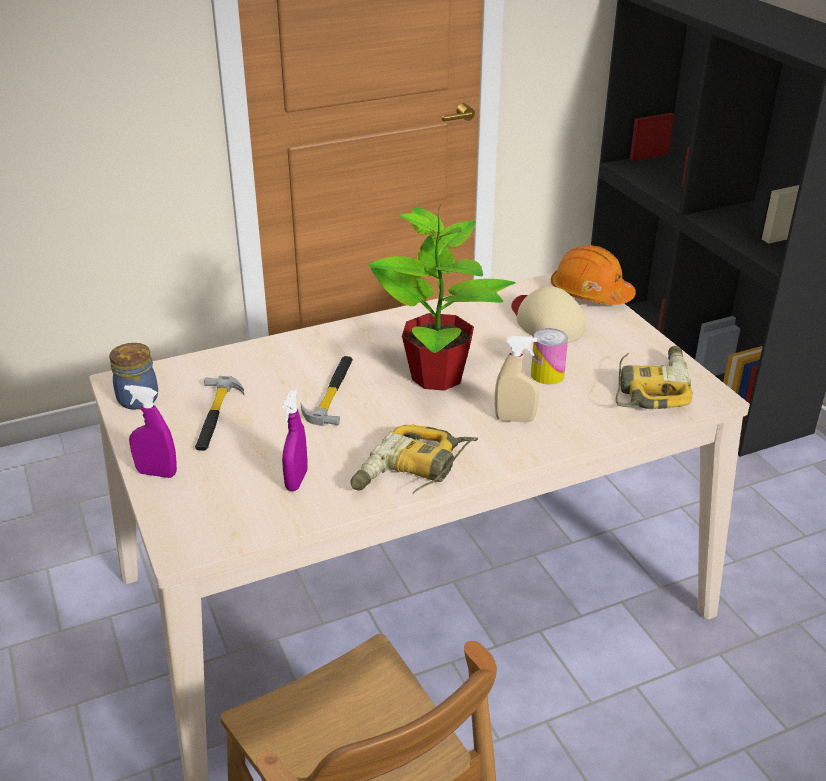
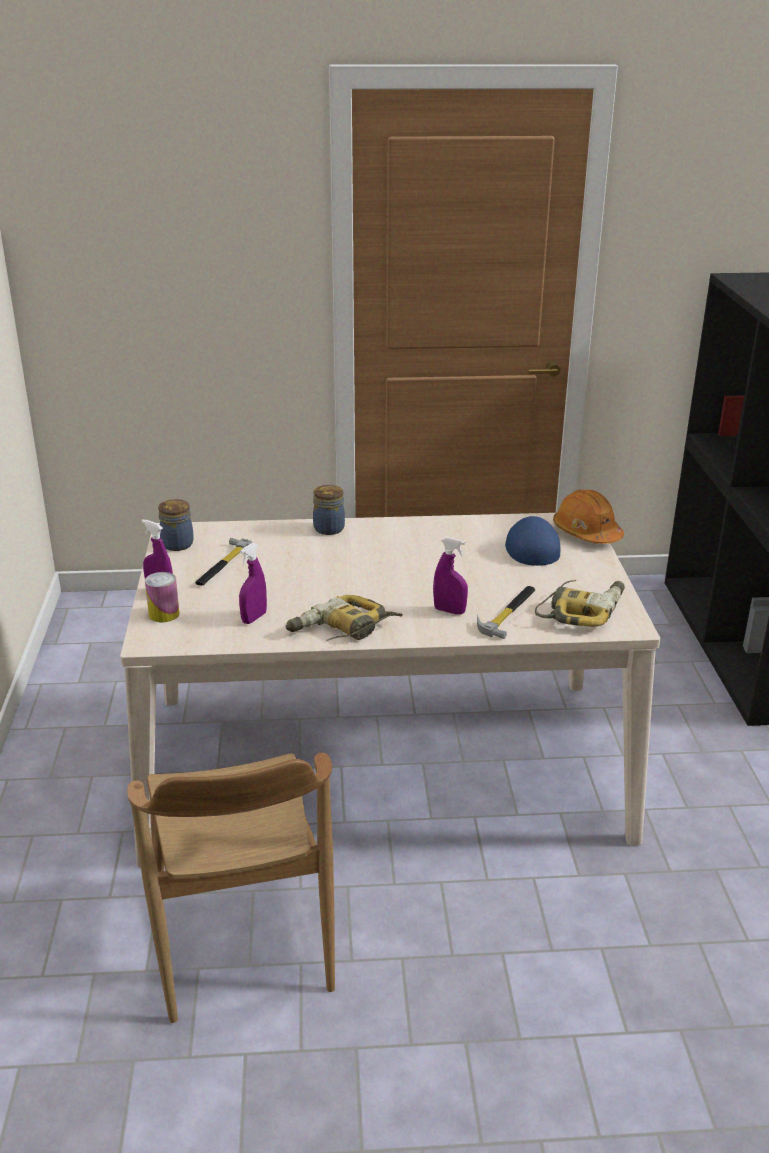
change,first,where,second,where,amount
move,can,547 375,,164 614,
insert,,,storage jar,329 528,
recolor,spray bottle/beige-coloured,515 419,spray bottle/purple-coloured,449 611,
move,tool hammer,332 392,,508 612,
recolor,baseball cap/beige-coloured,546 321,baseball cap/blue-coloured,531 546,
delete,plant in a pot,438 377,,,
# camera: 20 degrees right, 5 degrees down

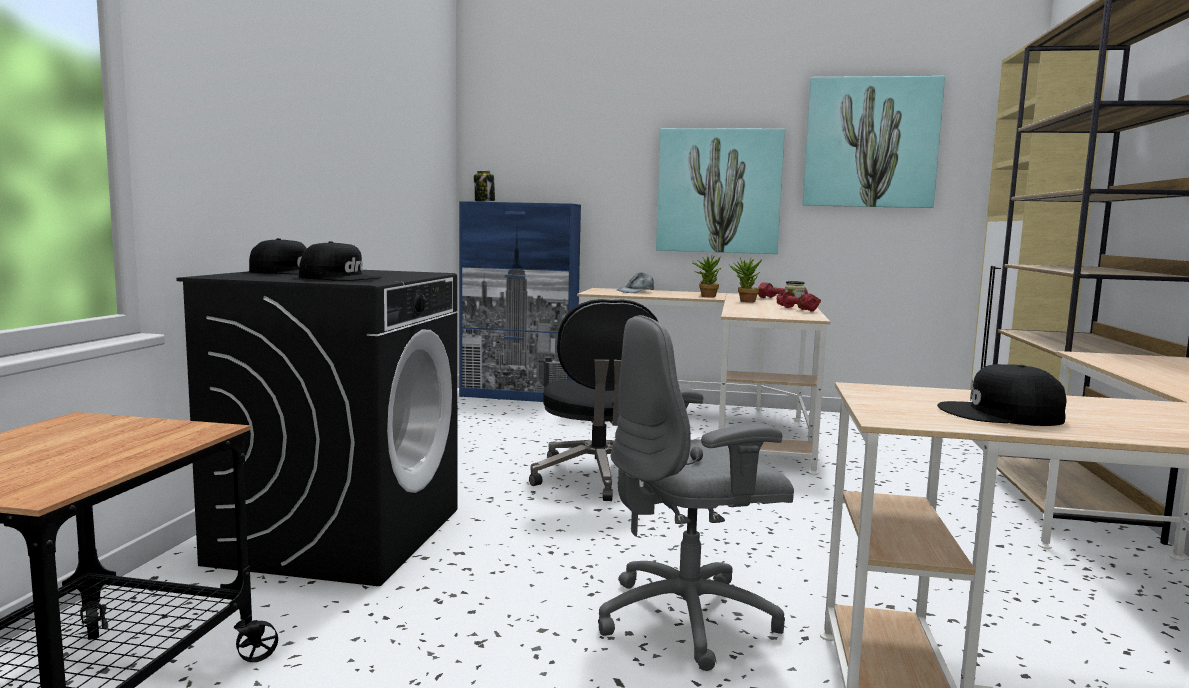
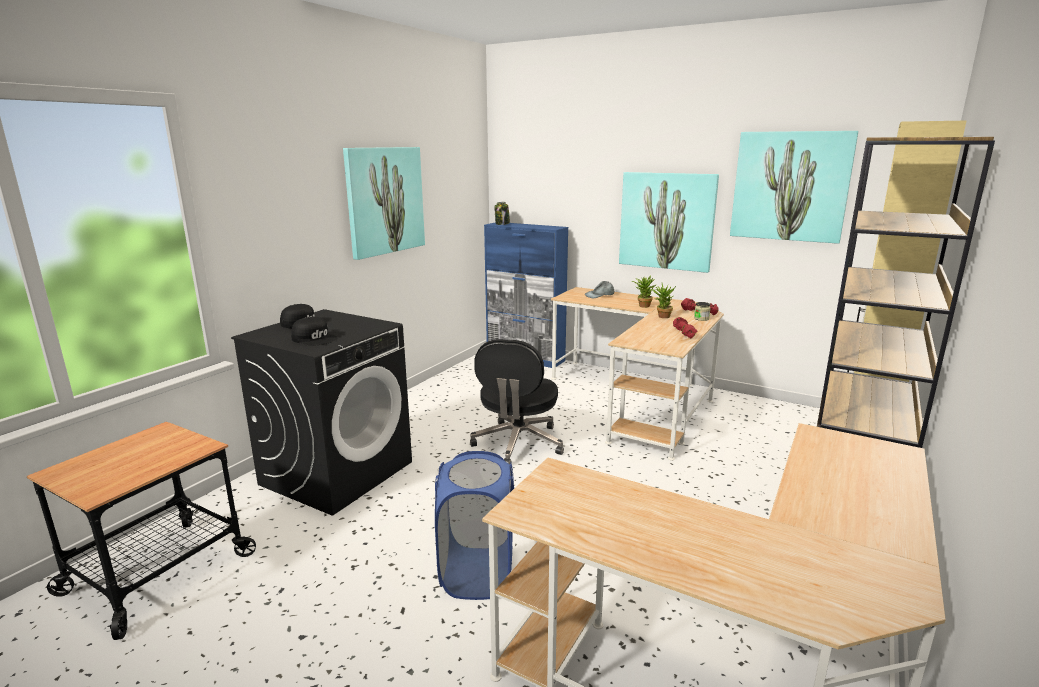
change,first,where,second,where,amount
insert,,,wall art,384 200,
replace,office chair/greyish,690 619,washing basket/blue-coloured,477 573,
delete,baseball cap/black-coloured,1001 414,,,
# camera: 20 degrees right, 10 degrees up

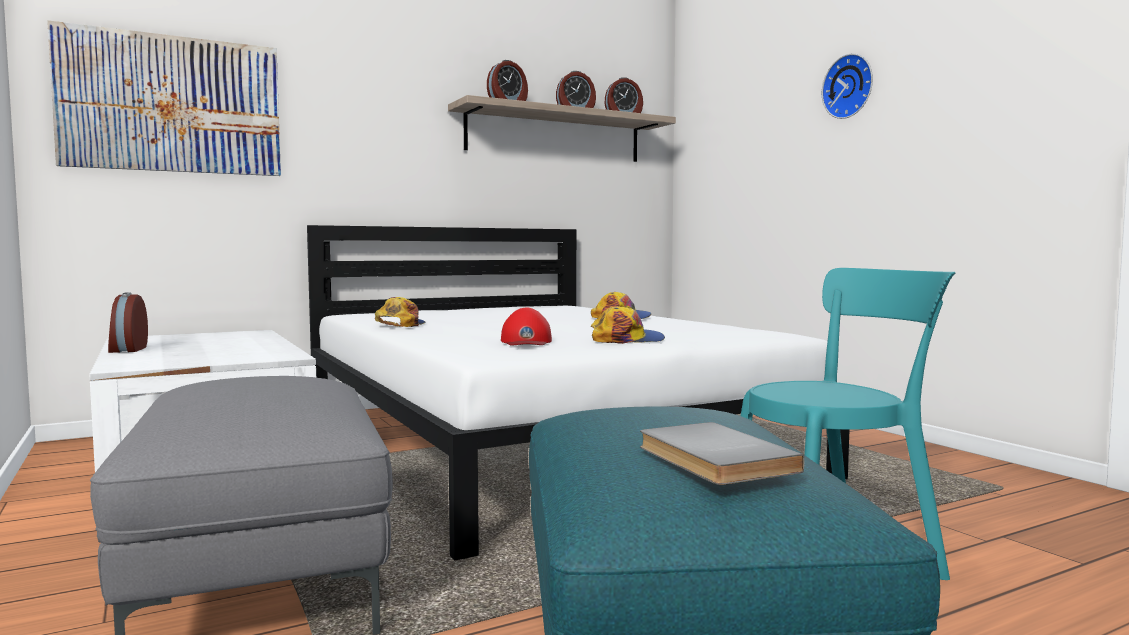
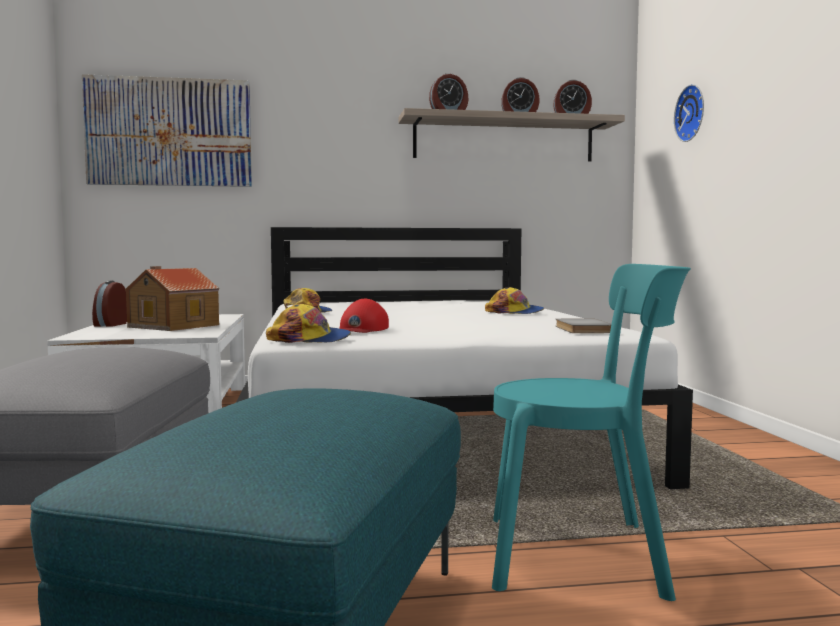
change,first,where,second,where,amount
insert,,,toy house,171 326,
move,baseball cap,627 340,,310 339,
move,volume/greyish,710 459,,581 329,
move,hanging clock,850 87,,692 113,
# camera: 20 degrees right, 0 degrees up

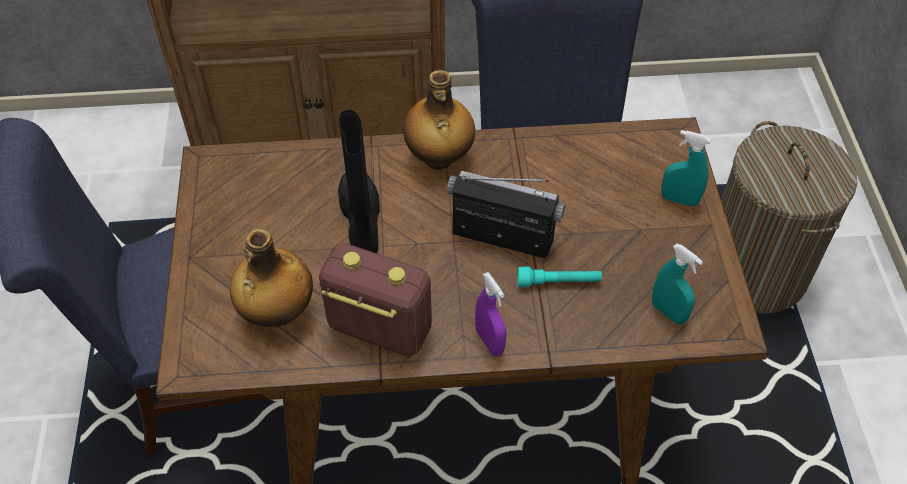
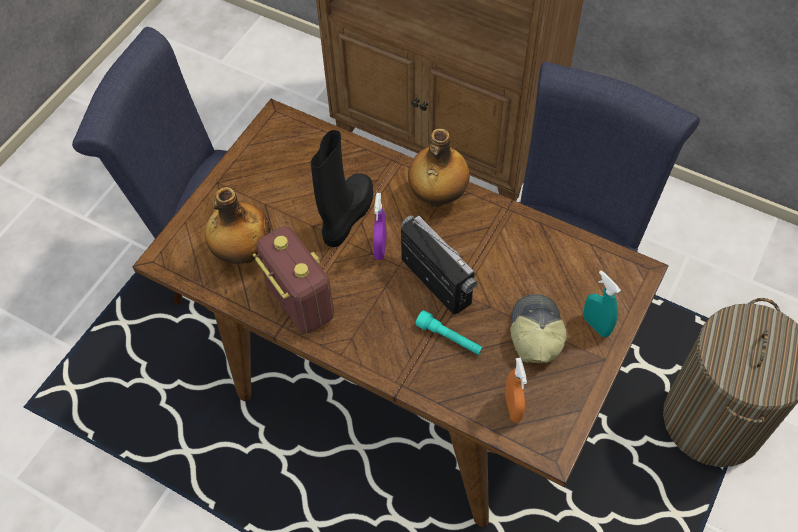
change,first,where,second,where,amount
move,spray bottle/purple-coloured,489 341,,380 248,
recolor,spray bottle/turquoise-coloured,668 312,spray bottle/orange,513 407,
insert,,,baseball cap,535 333,
# camera: 35 degrees right, 5 degrees up

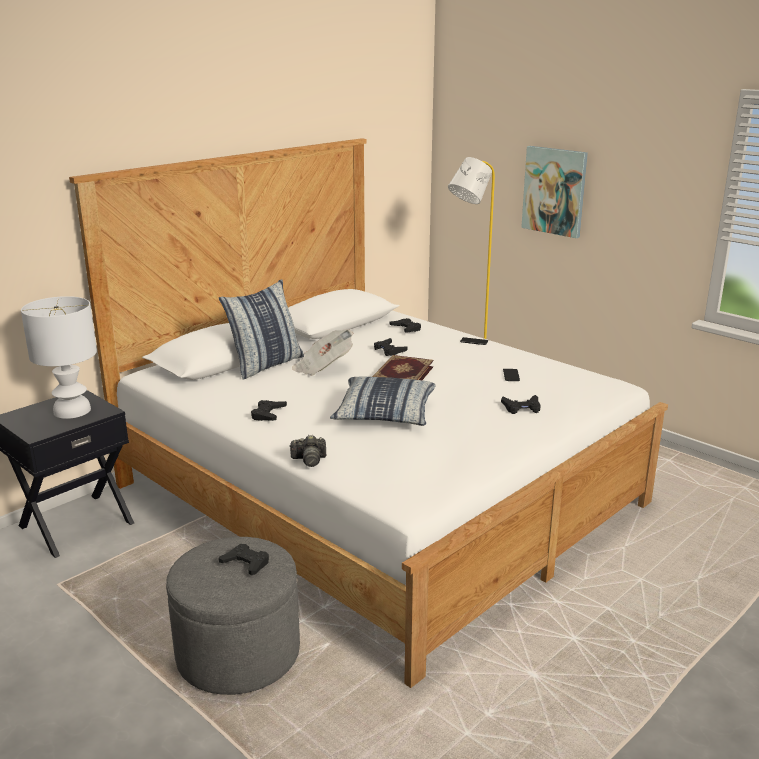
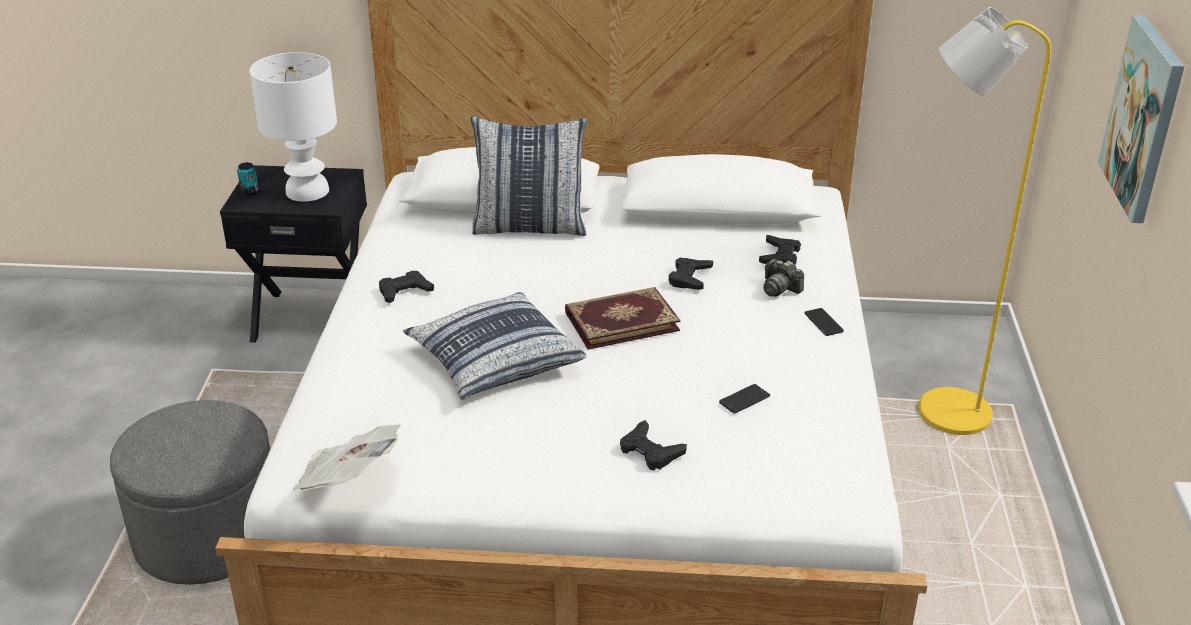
change,first,where,second,where,amount
insert,,,can,250 192,
move,daily paper,323 368,,349 480,
move,still camera,309 460,,779 288,
delete,game controller/black-coloured,246 563,,,
# camera: 50 degrees right, 10 degrees up

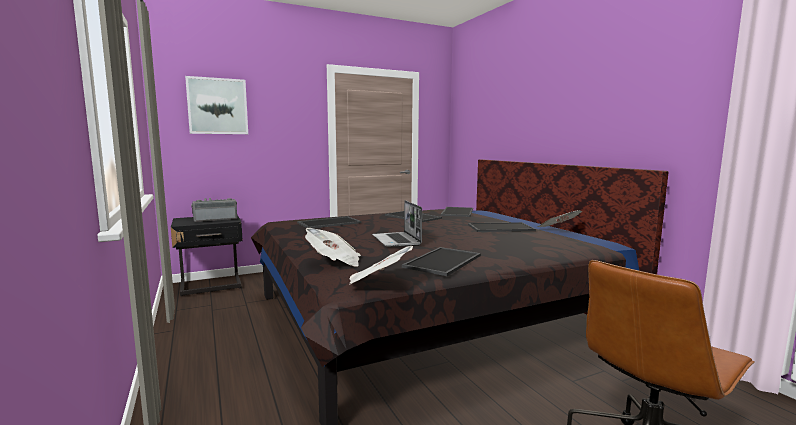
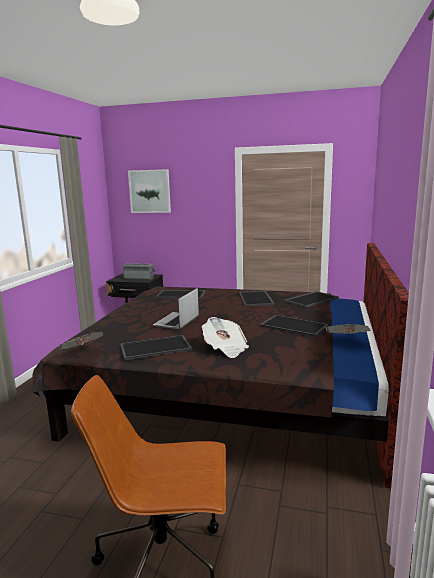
change,first,where,second,where,amount
move,daily paper,334 262,,225 349,
# camera: 40 degrees right, 5 degrees up

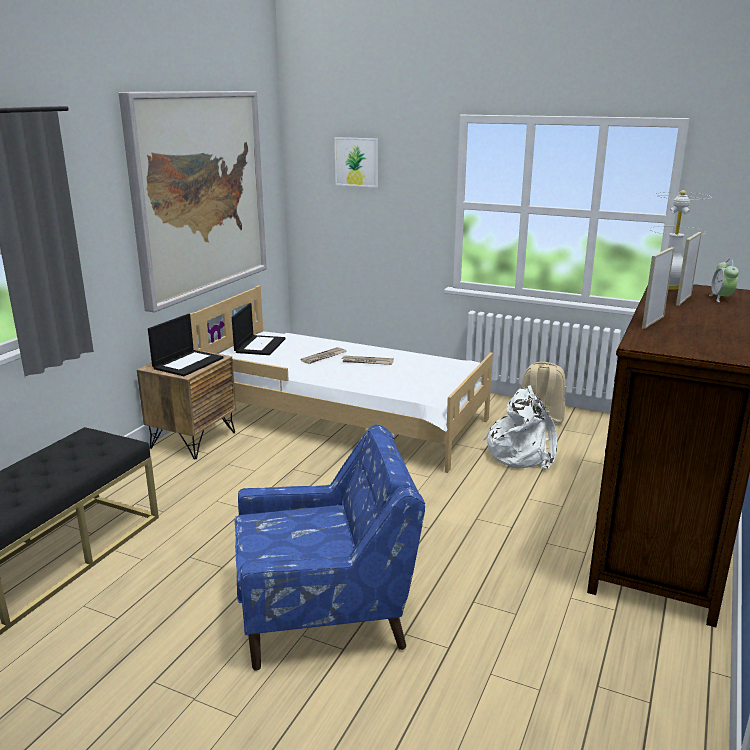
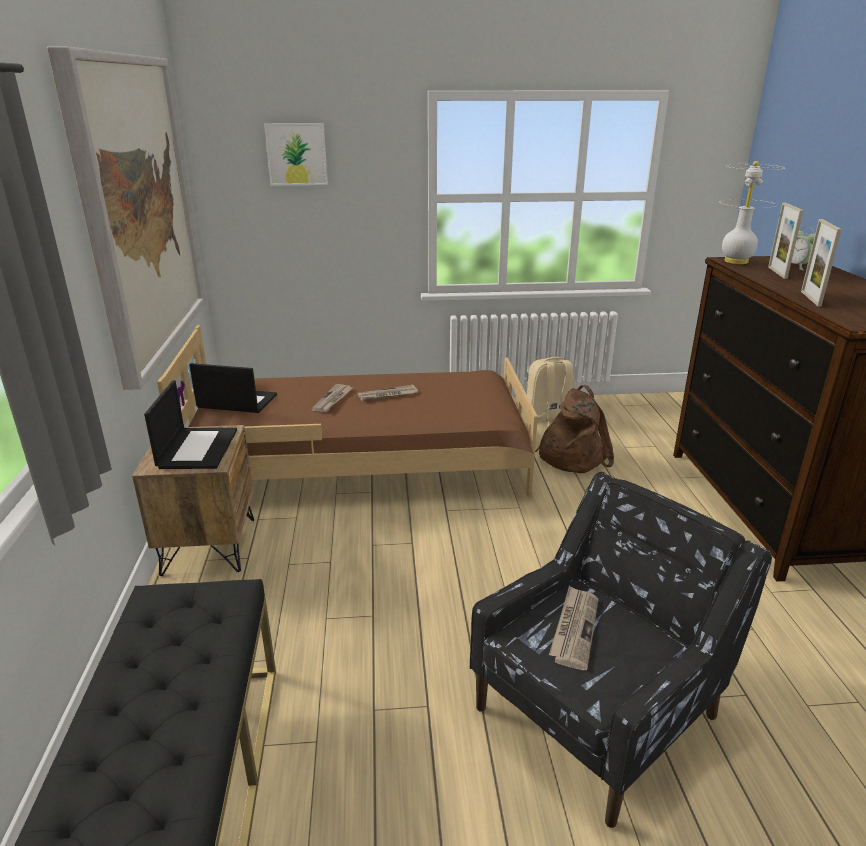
change,first,where,second,where,amount
recolor,sleeping bed/white-coloured,344 418,sleeping bed/brown-coloured,363 465,
rotate,notebook computer,260 345,,236 402,60 degrees counterclockwise
recolor,lounge chair/blue-coloured,326 612,lounge chair/black-coloured,598 710,
recolor,knapsack/white-coloured,521 453,knapsack/brown-coloured,571 456,
insert,,,daily paper,574 628,
# camera: 30 degrees left, 5 degrees up

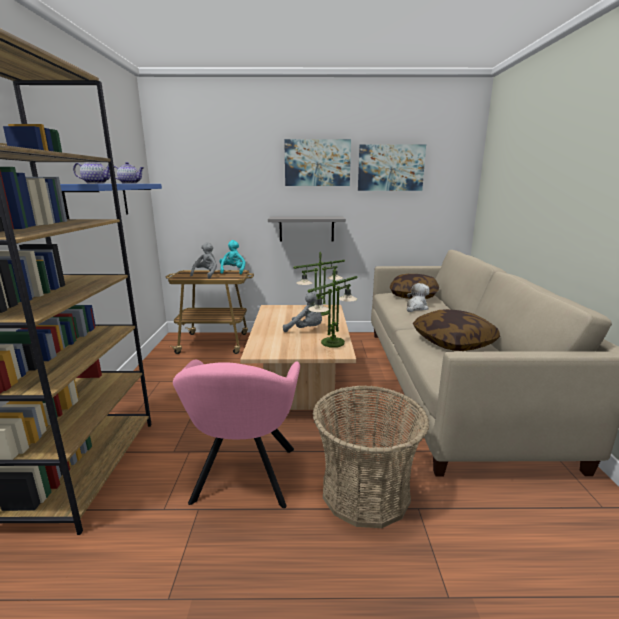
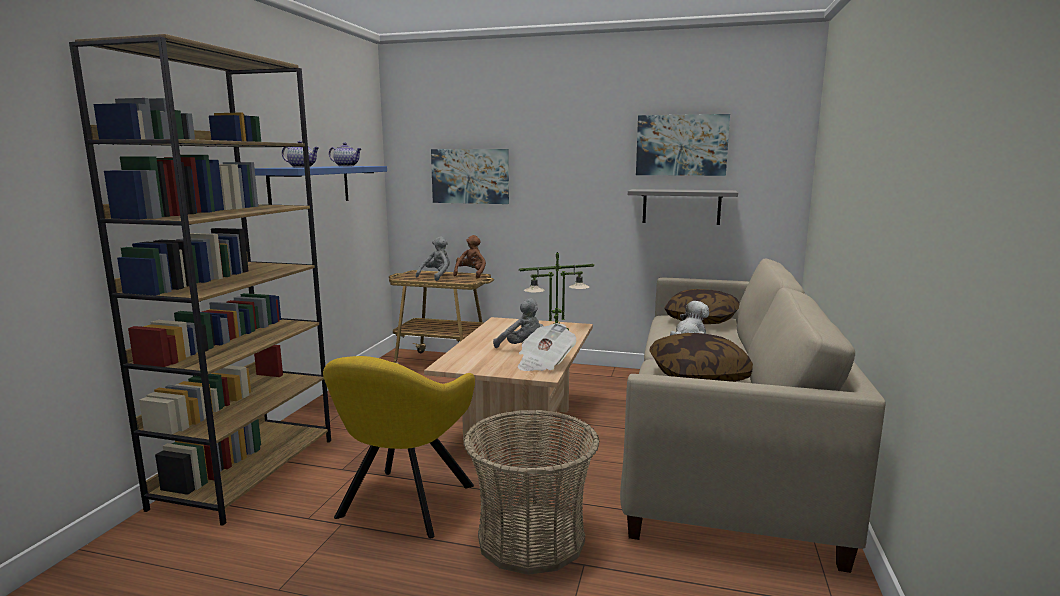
change,first,where,second,where,amount
recolor,lounge chair/pink,243 478,lounge chair/yellowish,402 505,
move,wall art,317 163,,470 176,
recolor,cuddly toy/turquoise-coloured,233 271,cuddly toy/brown-coloured,471 274,
replace,table lamp,333 342,daily paper,544 363,
move,wall shelf/greyish,306 229,,681 206,
# camera: 15 degrees right, 5 degrees down

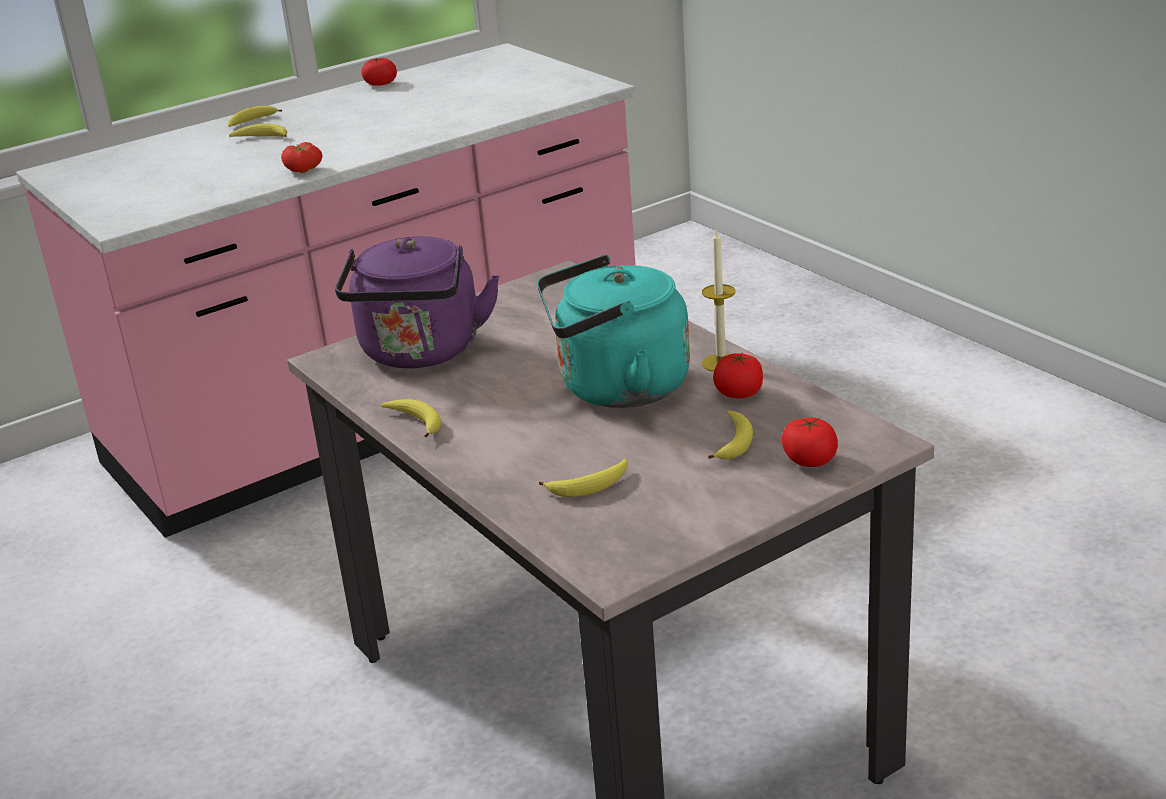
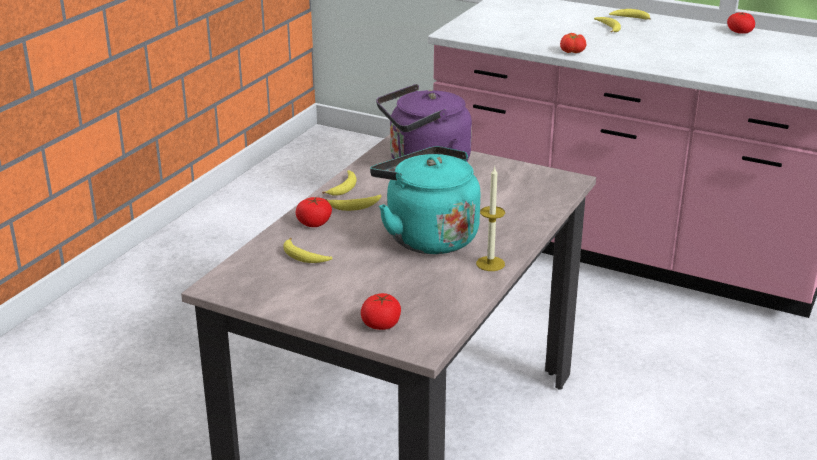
change,first,where,second,where,amount
move,tomato,739 392,,314 223,
move,banana fruit,733 442,,355 206,
# camera: 60 degrees right, 0 degrees up

